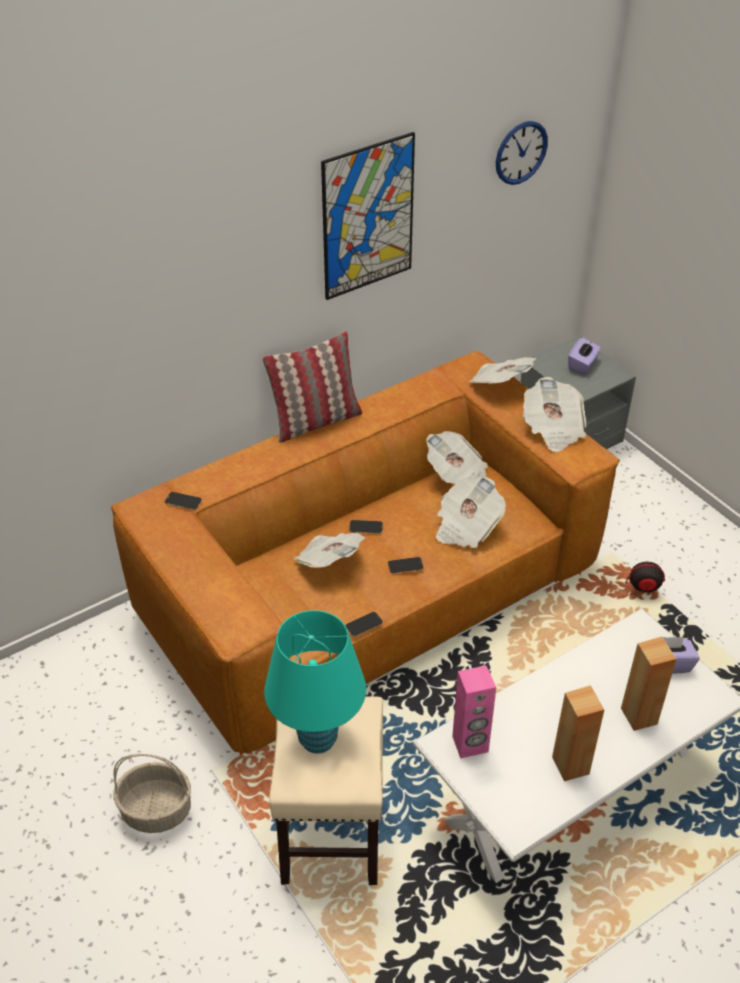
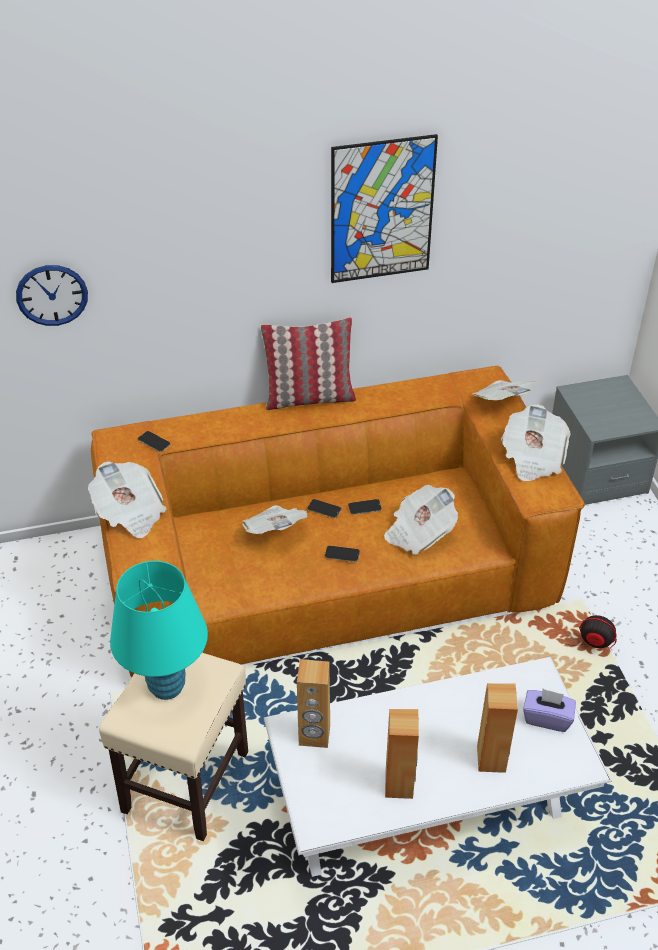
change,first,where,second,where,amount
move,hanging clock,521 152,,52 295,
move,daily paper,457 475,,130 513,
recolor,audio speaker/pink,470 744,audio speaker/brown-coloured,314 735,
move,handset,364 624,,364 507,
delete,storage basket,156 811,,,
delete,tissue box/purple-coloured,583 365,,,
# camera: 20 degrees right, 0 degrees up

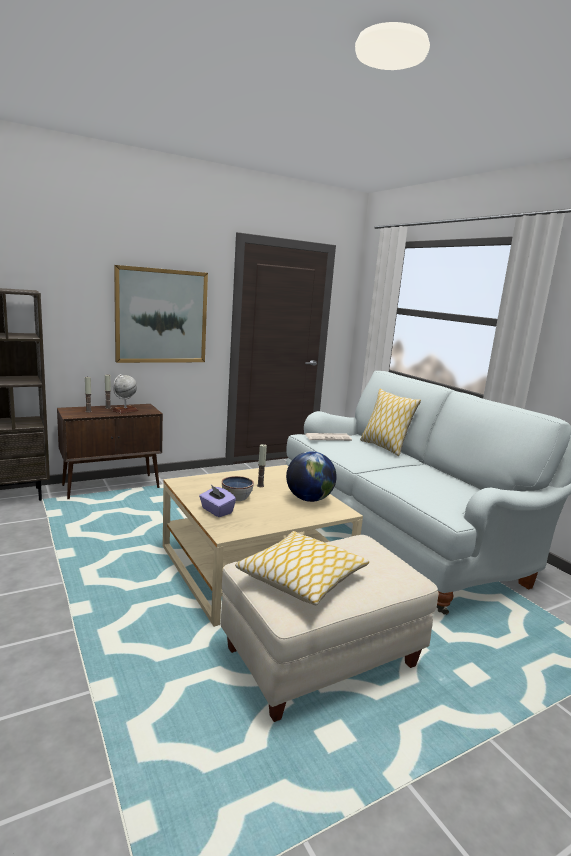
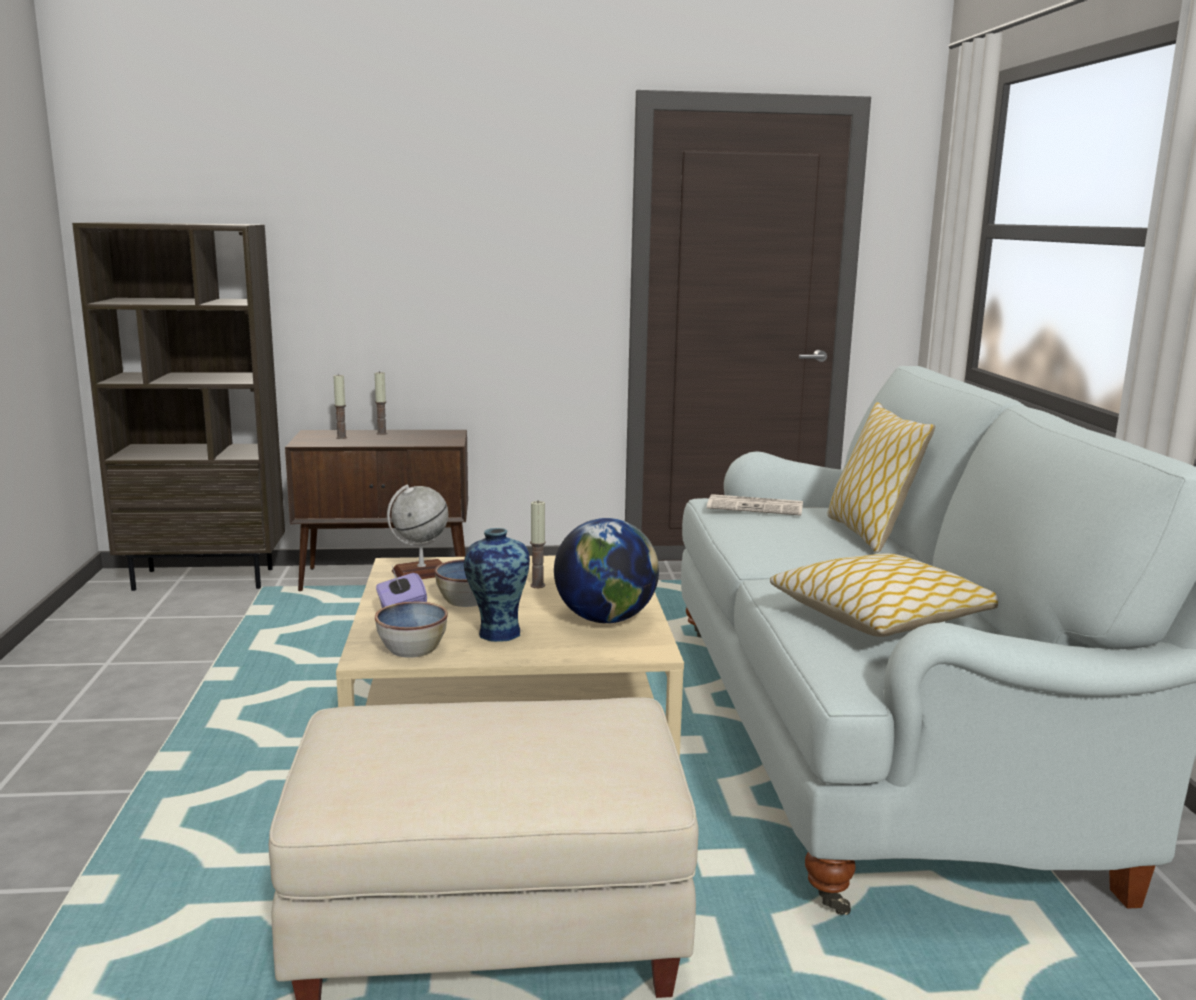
change,first,where,second,where,amount
insert,,,deep dish,412 649,
move,globe,125 410,,421 573,
insert,,,decorative vase,497 633,
move,cushion,301 578,,881 617,
delete,wall art,161 316,,,
# camera: 25 degrees right, 0 degrees up

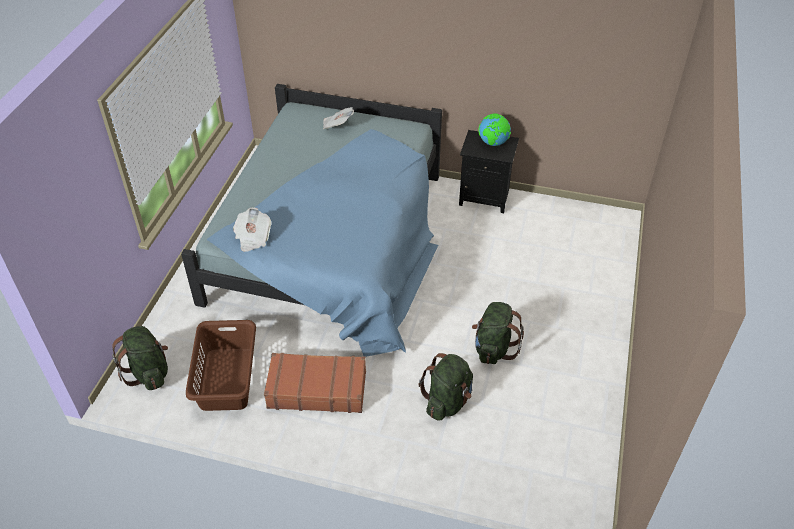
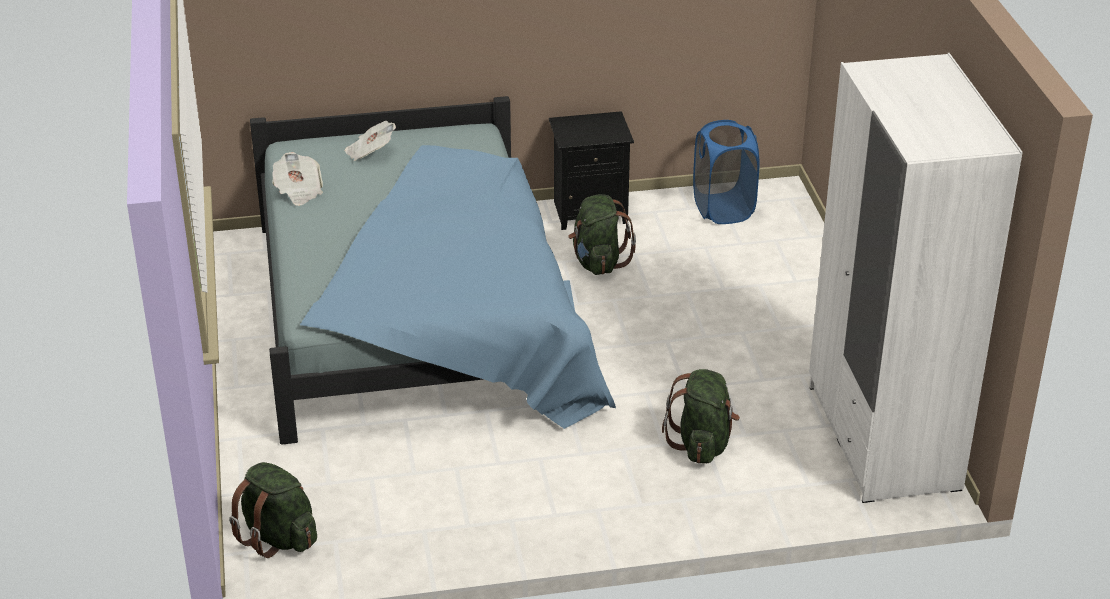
change,first,where,second,where,amount
move,daily paper,253 238,,298 191,
move,knapsack/greenish,493 348,,598 262,
insert,,,washing basket/blue-coloured,723 209,
insert,,,wardrobe/white-coloured,882 437,
delete,washing basket/brown-coloured,227 378,,,
delete,piece of luggage/brown-coloured,317 389,,,
delete,globe,493 143,,,
# camera: 25 degrees left, 10 degrees down

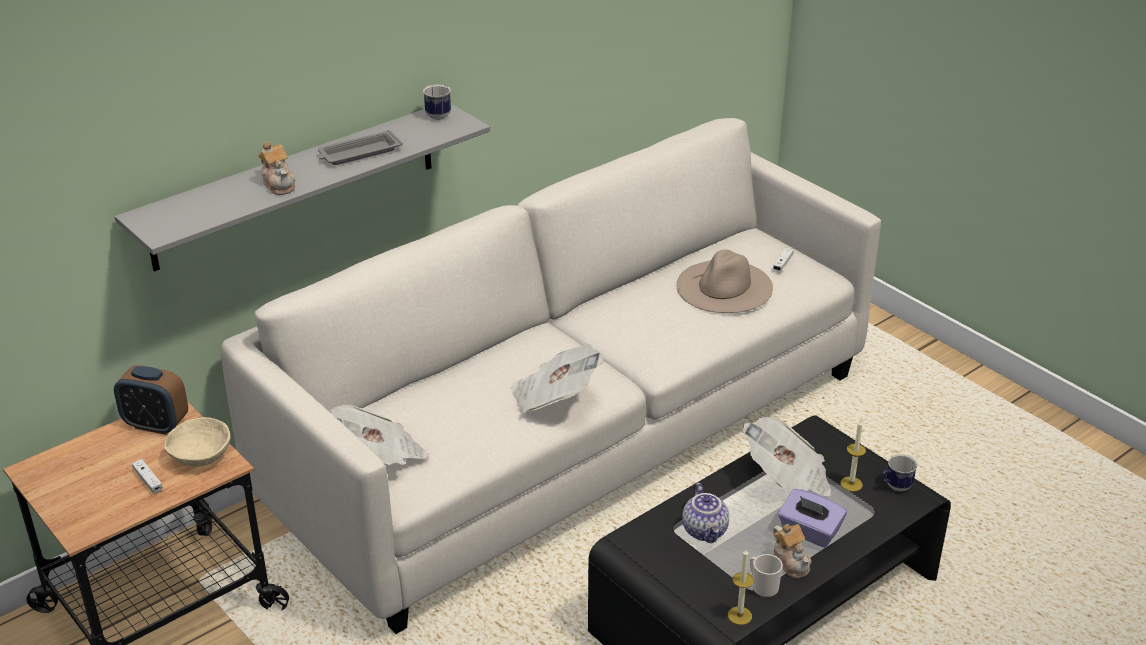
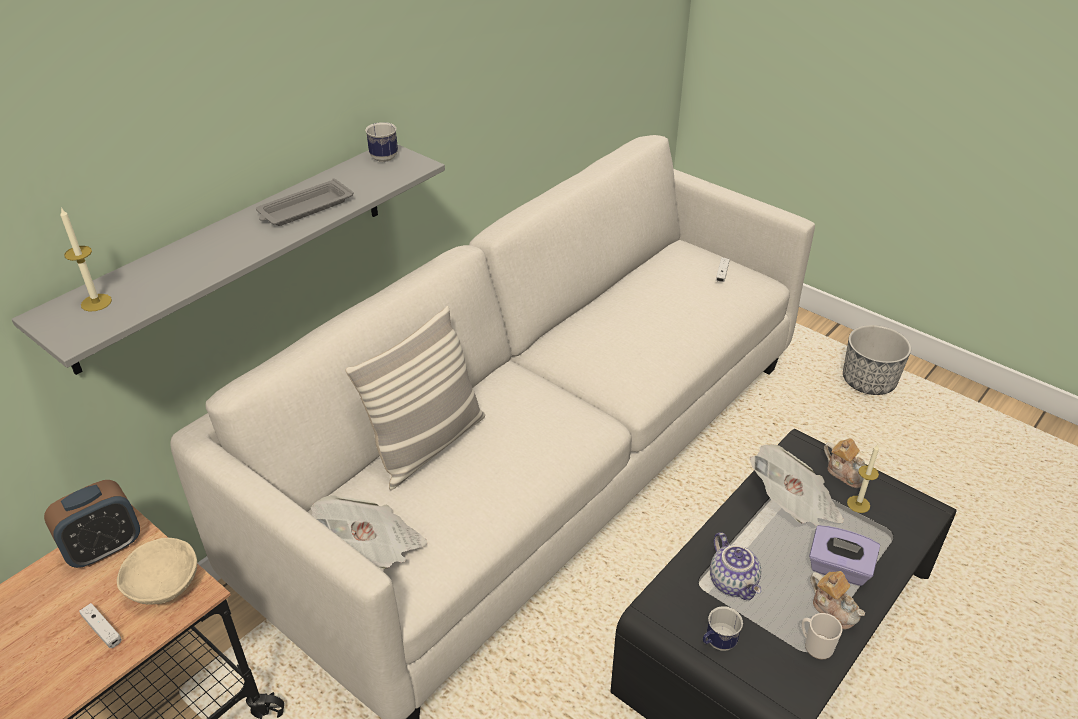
change,first,where,second,where,amount
rotate,alarm clock,156 424,,104 548,45 degrees counterclockwise
move,wax candle,739 615,,96 302,
insert,,,cushion,427 445,
move,tea mug,895 487,,717 643,
move,teapot,279 184,,845 473,
insert,,,plant pot,868 381,
delete,daily paper,554 397,,,
delete,wearable hat/beige-coloured,724 286,,,
# camera: 10 degrees left, 5 degrees up

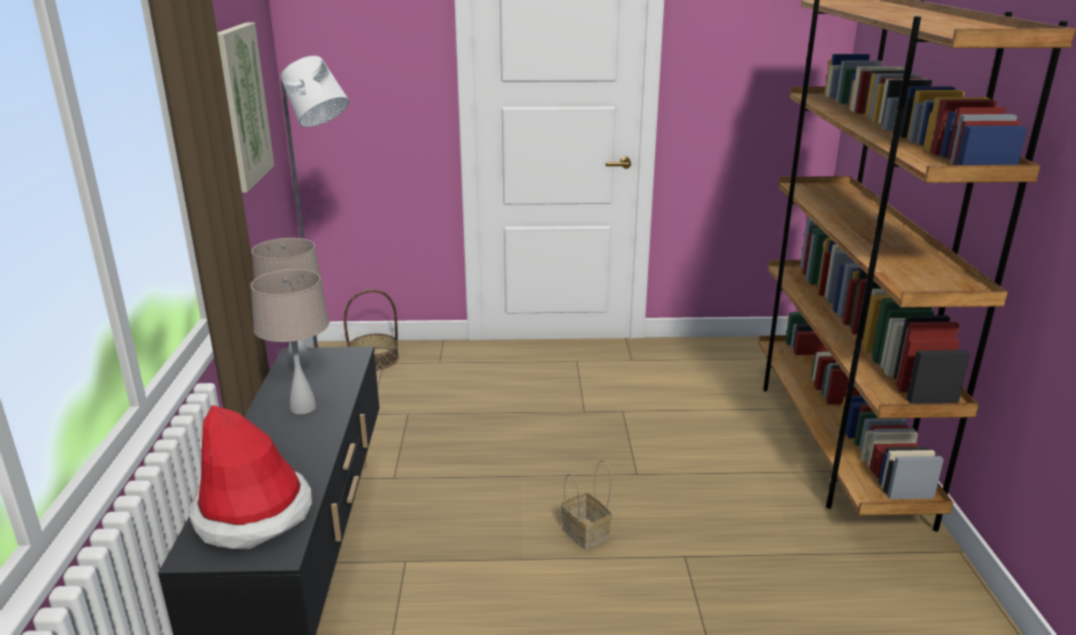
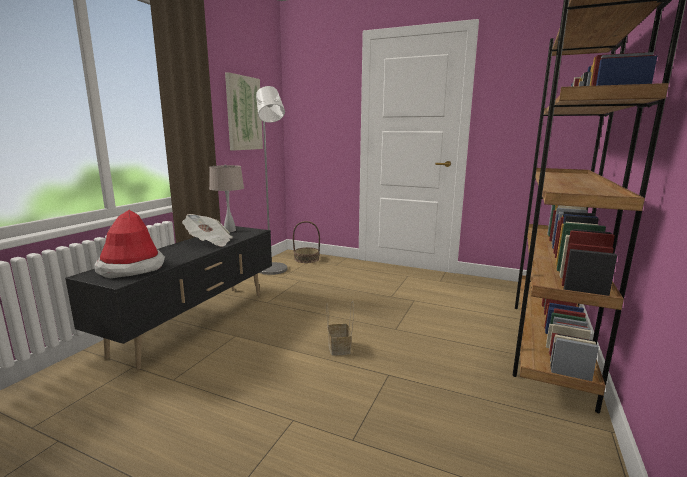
change,first,where,second,where,amount
replace,table lamp/beige-coloured,303 407,daily paper,209 242,
# camera: 25 degrees right, 10 degrees down

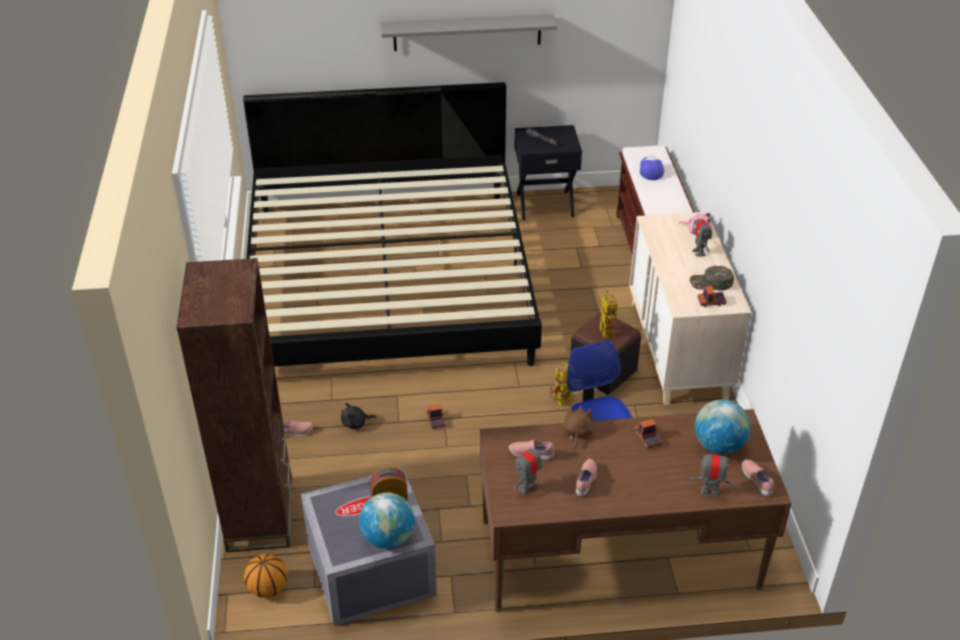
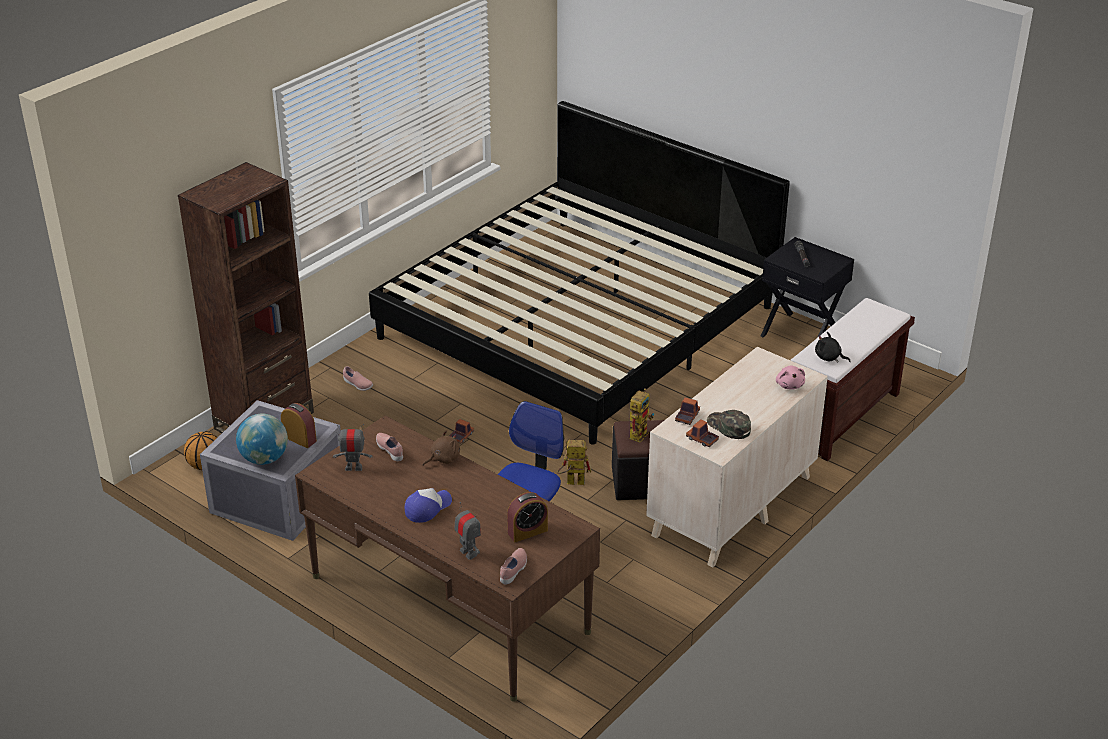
change,first,where,second,where,amount
move,baseball cap,650 170,,427 508,
replace,globe,718 445,alarm clock,527 532,
move,toy truck,647 438,,687 417,
move,cuddly toy/black-coloured,356 423,,829 358,
delete,wall shelf/greyish,467 32,,,
delete,low shoe/pink,586 481,,,
delete,toy robot,699 252,,,
# camera: 45 degrees right, 5 degrees down

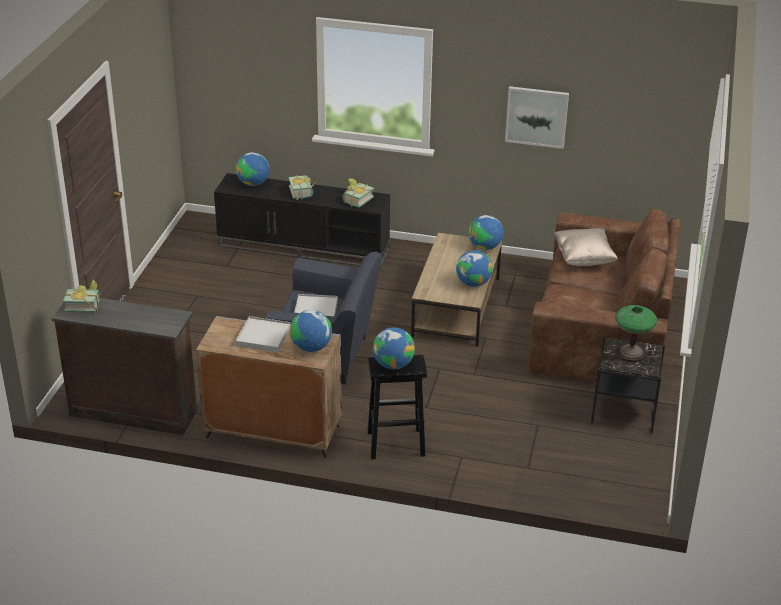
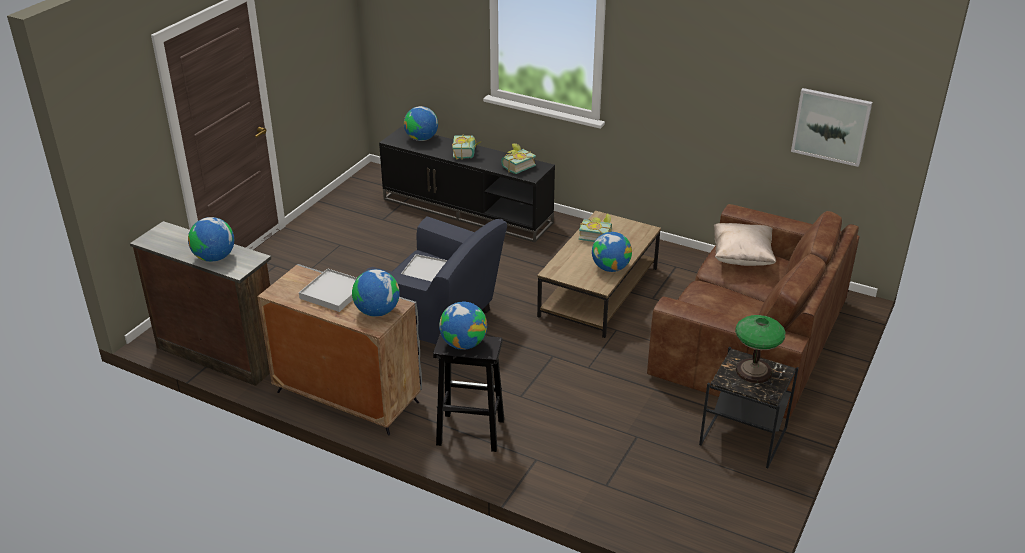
change,first,where,second,where,amount
move,globe,485 247,,214 258,
move,volume,83 305,,595 235,
move,wall art,536 116,,831 126,
# camera: 15 degrees right, 0 degrees up

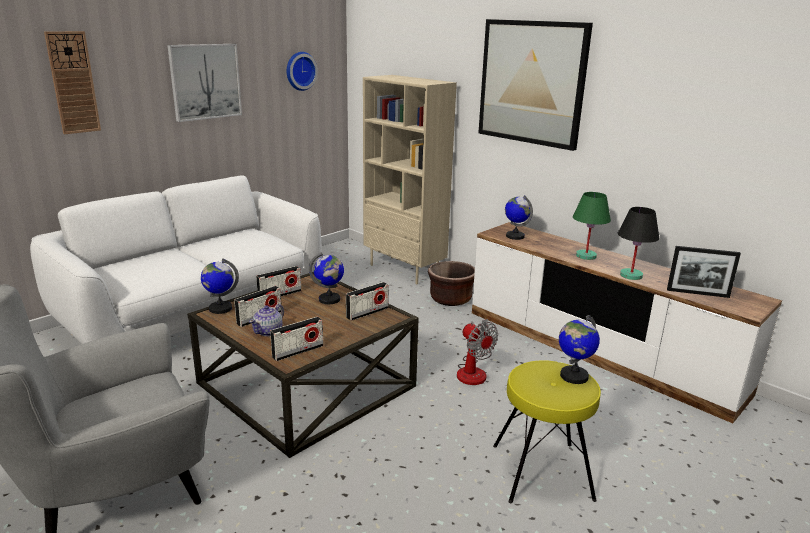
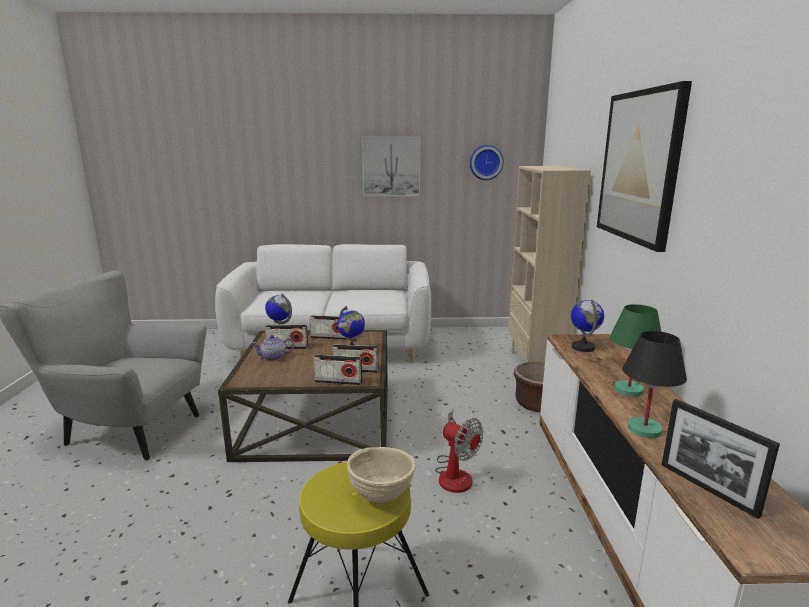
change,first,where,second,where,amount
move,radio,298 351,,338 382,
replace,globe,573 376,deep dish/beige-coloured,381 496,
rotate,fan,474 370,,455 473,60 degrees counterclockwise
delete,hanging clock,73 83,,,
# camera: 45 degrees right, 5 degrees down

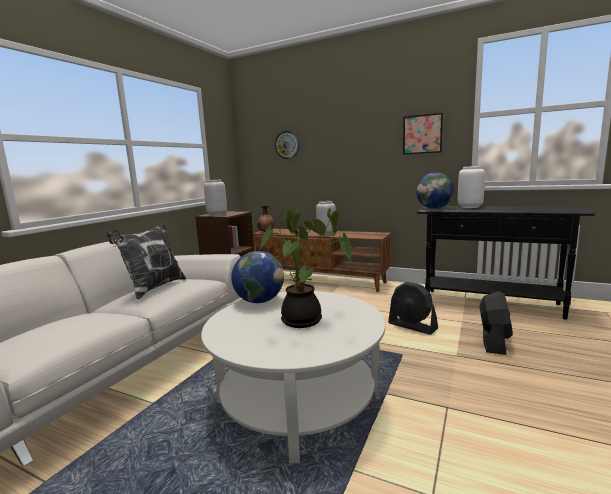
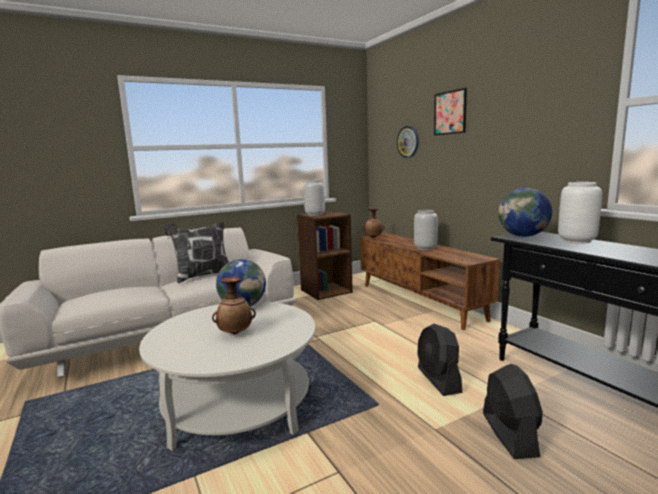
change,first,where,second,where,amount
replace,plant in a pot,305 321,decorative vase,235 333,
move,wall art,422 134,,450 112,
rotate,fan/black-coloured,494 342,,509 434,60 degrees counterclockwise
# camera: 35 degrees right, 0 degrees up

